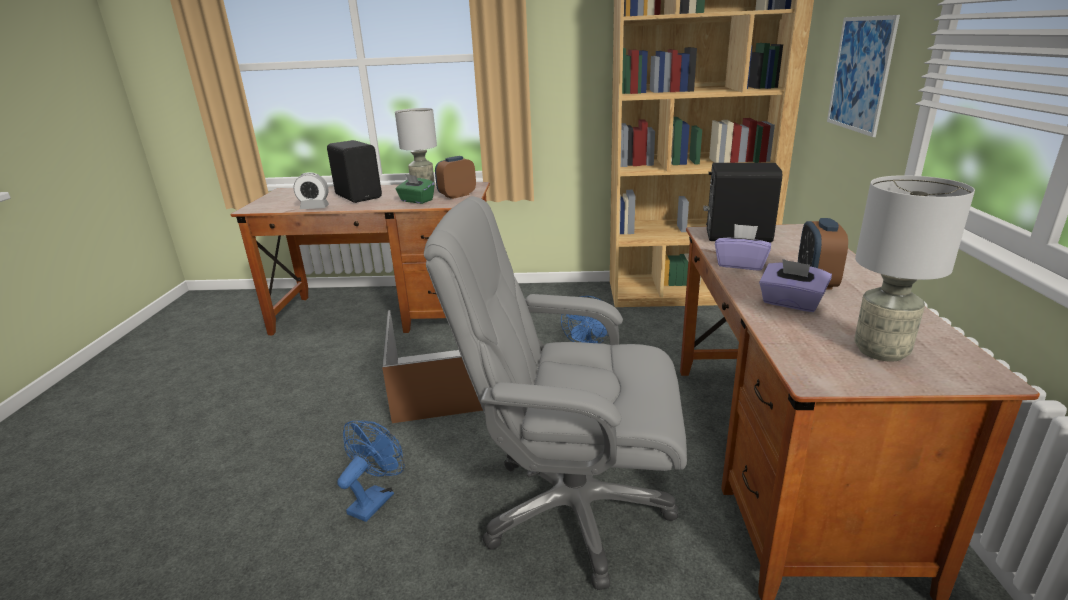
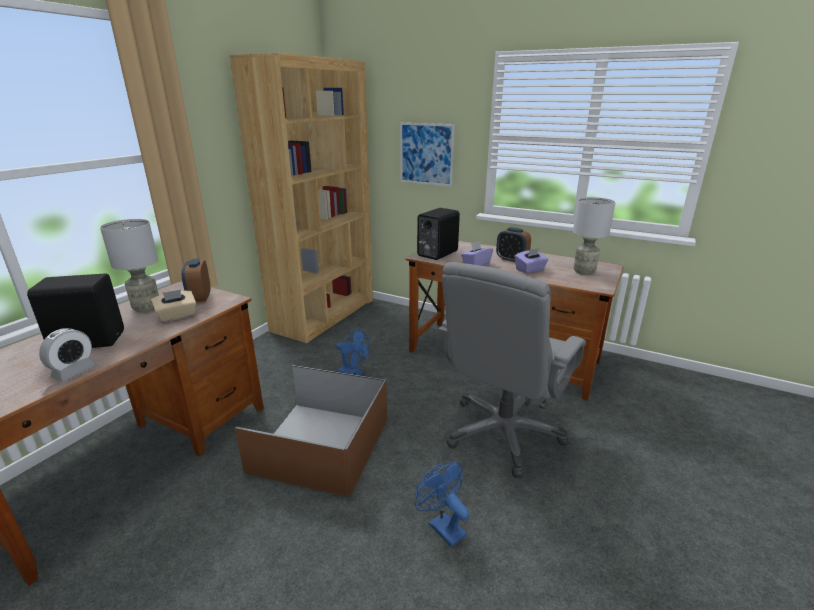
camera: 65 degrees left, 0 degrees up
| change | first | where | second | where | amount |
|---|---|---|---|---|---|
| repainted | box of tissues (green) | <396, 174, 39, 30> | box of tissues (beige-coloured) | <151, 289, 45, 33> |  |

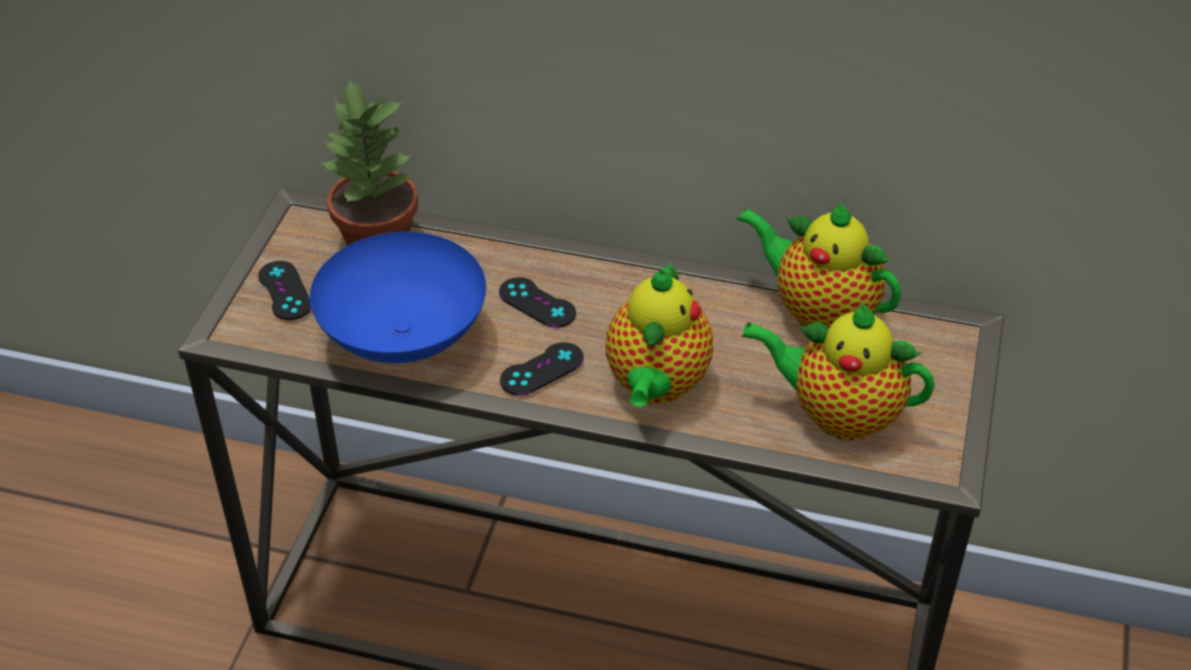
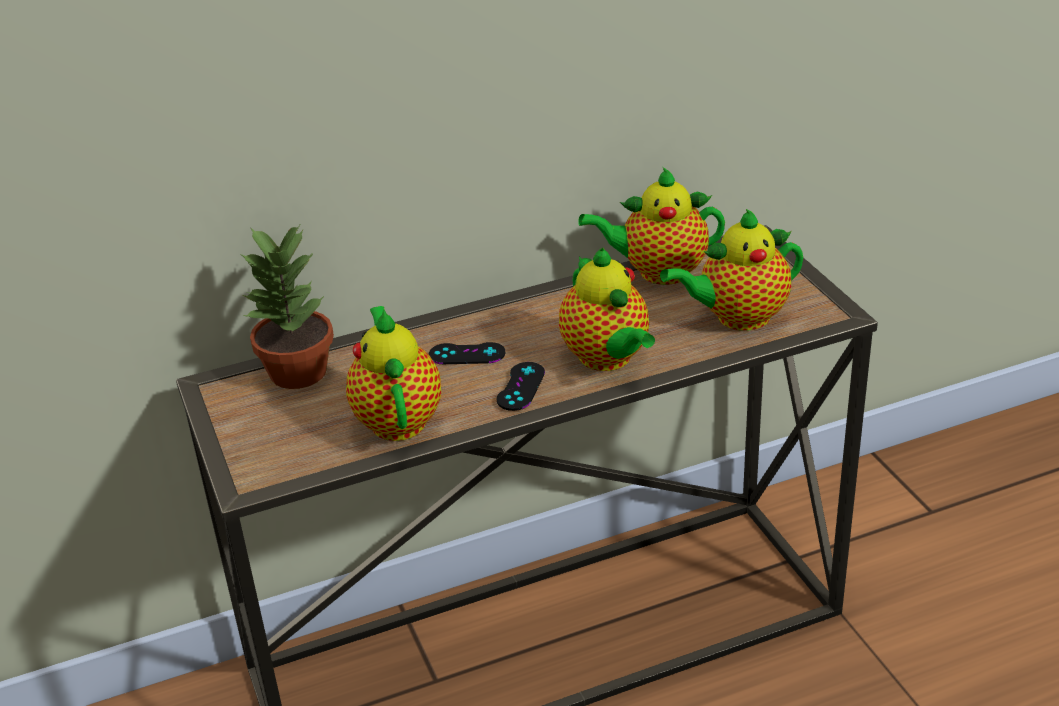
camera: 35 degrees left, 10 degrees down
| change | first | where | second | where | amount |
|---|---|---|---|---|---|
| swapped | bowl (blue-coloured) | <310, 232, 176, 131> | tea pot | <346, 306, 95, 135> |  |
| gone | joypad (black) | <258, 261, 53, 59> |  |  |  |

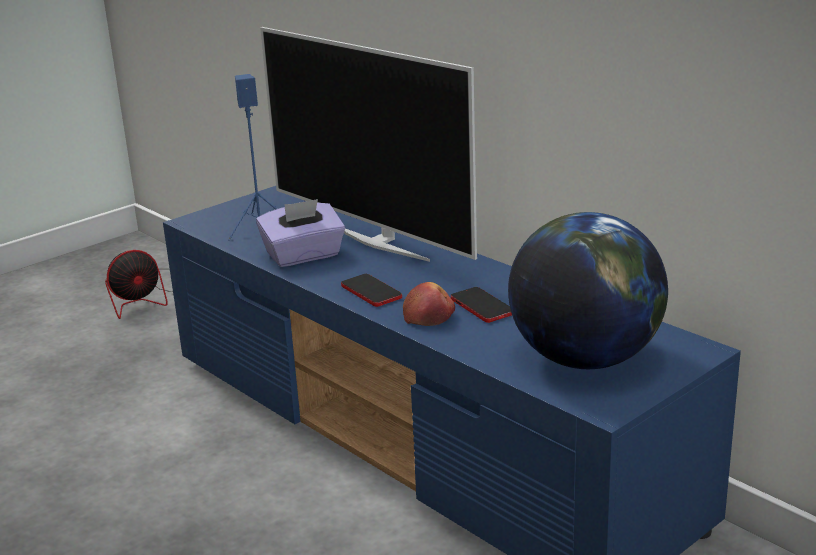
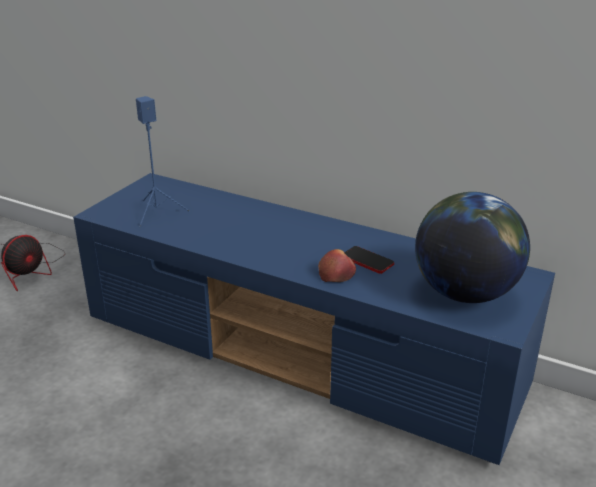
camera: 20 degrees left, 5 degrees up
| change | first | where | second | where | amount |
|---|---|---|---|---|---|
| gone | TV | <260, 27, 217, 235> |  |  |  |
| gone | box of tissues (purple-coloured) | <256, 199, 89, 68> |  |  |  |
| gone | handset | <341, 274, 61, 33> |  |  |  |

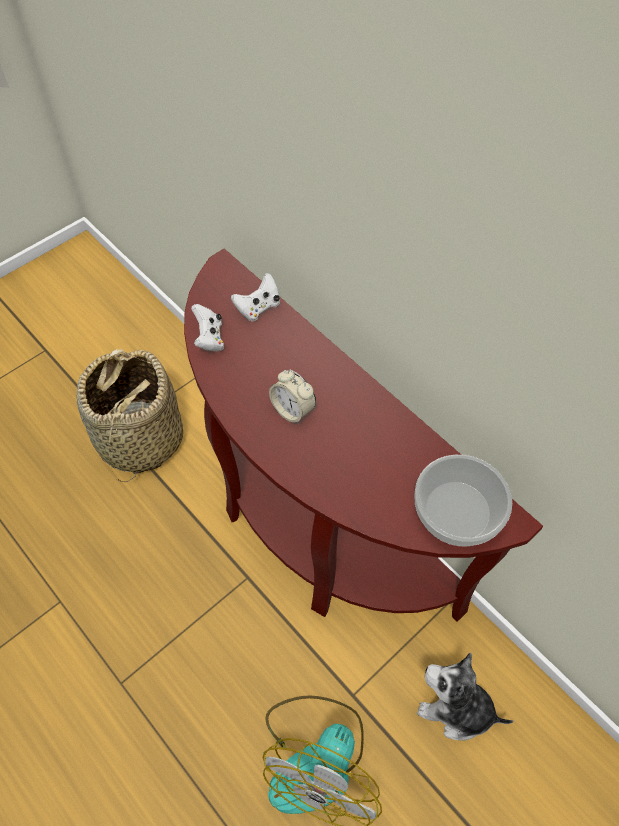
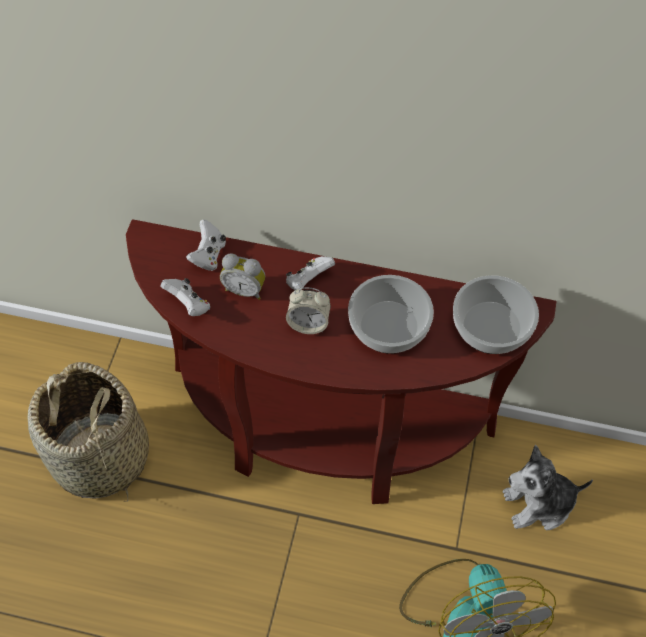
camera: 35 degrees left, 0 degrees up
| change | first | where | second | where | amount |
|---|---|---|---|---|---|
| new |  |  | table clock | <220, 253, 45, 47> |  |
| new |  |  | joypad (white) | <286, 256, 49, 34> |  |
| new |  |  | bowl | <348, 275, 86, 79> |  |

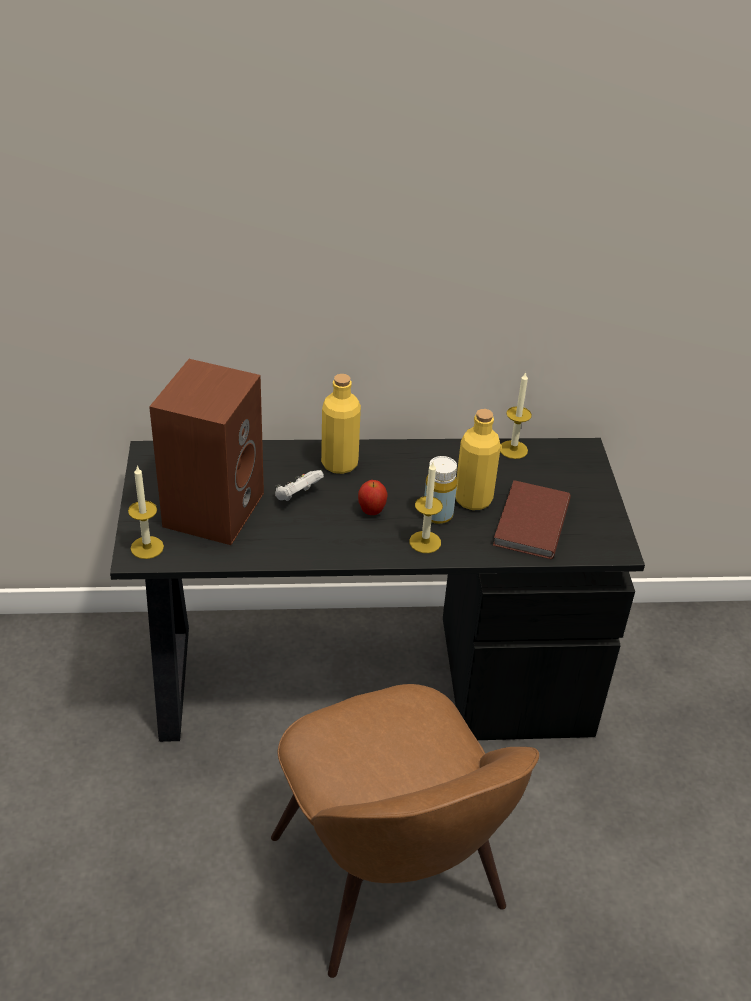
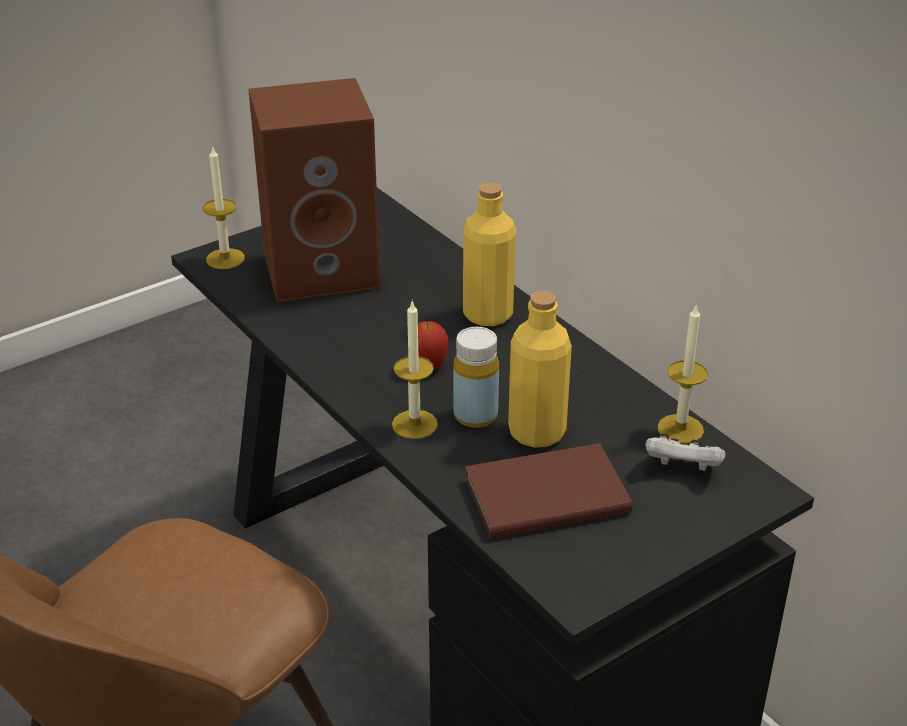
camera: 60 degrees right, 5 degrees down
| change | first | where | second | where | amount |
|---|---|---|---|---|---|
| shifted | joypad (white) | <275, 470, 49, 31> |  | <646, 434, 79, 37> |  |

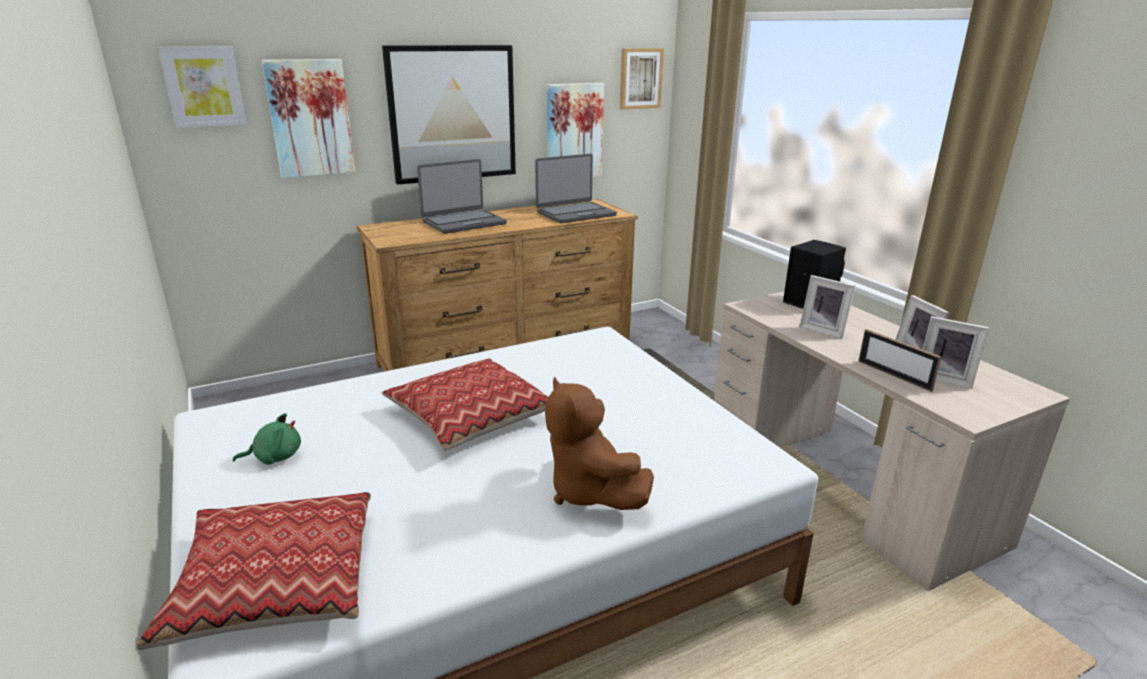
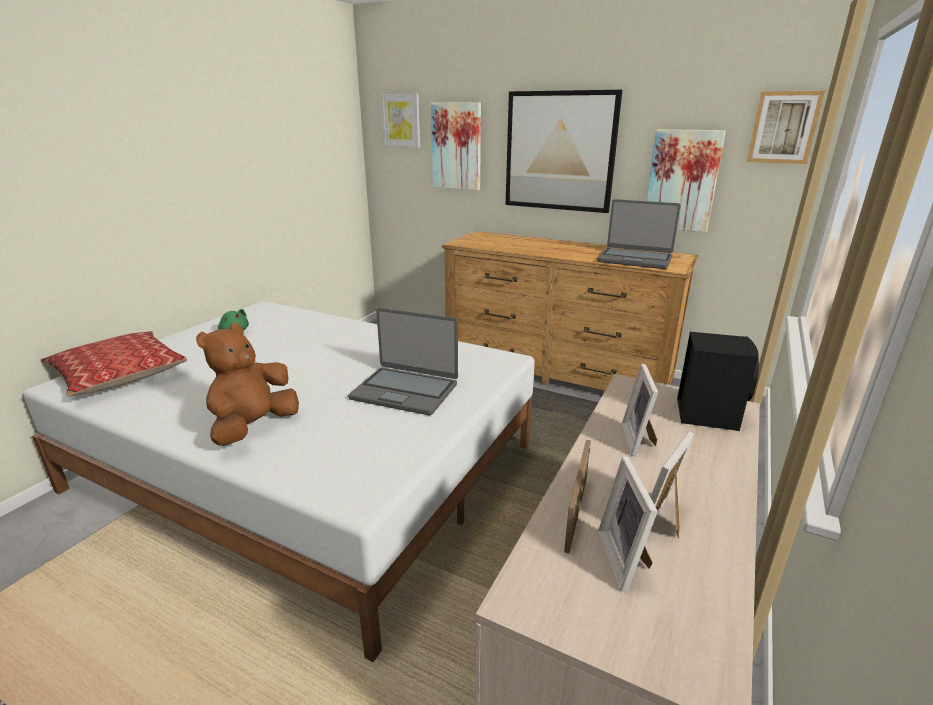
camera: 55 degrees right, 0 degrees up
| change | first | where | second | where | amount |
|---|---|---|---|---|---|
| shifted | notebook computer | <417, 159, 90, 75> |  | <348, 308, 110, 107> |  |
| gone | pillow | <382, 359, 166, 92> |  |  |  |

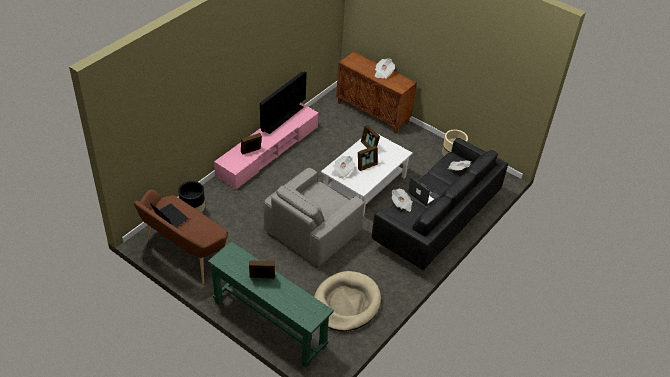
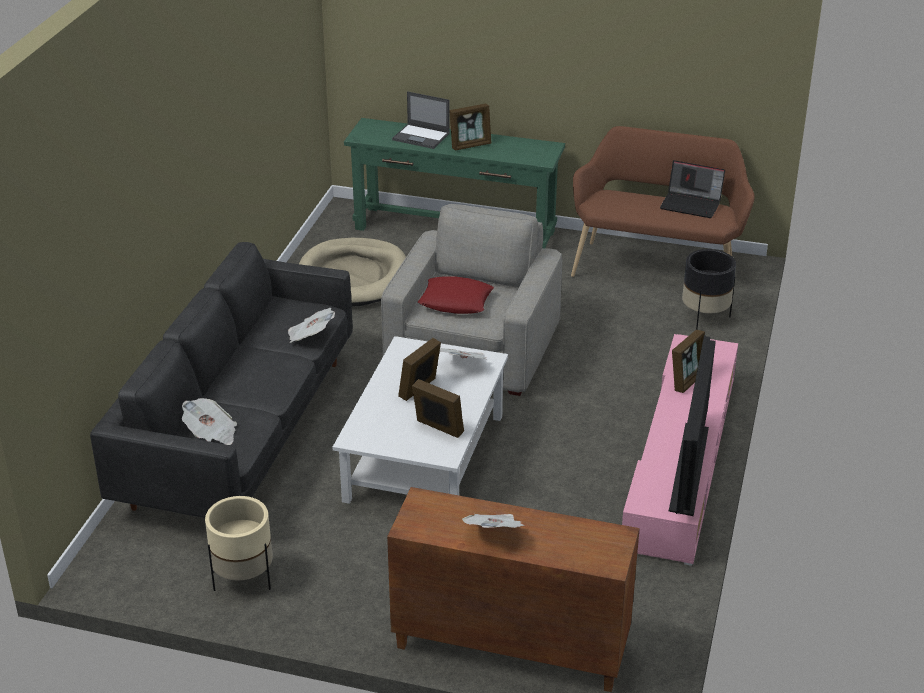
camera: 160 degrees right, 10 degrees down
| change | first | where | second | where | amount |
|---|---|---|---|---|---|
| shifted | notebook computer | <408, 177, 32, 29> |  | <392, 91, 58, 58> |  |
| new |  |  | pillow (red-coloured) | <418, 276, 76, 38> |  |

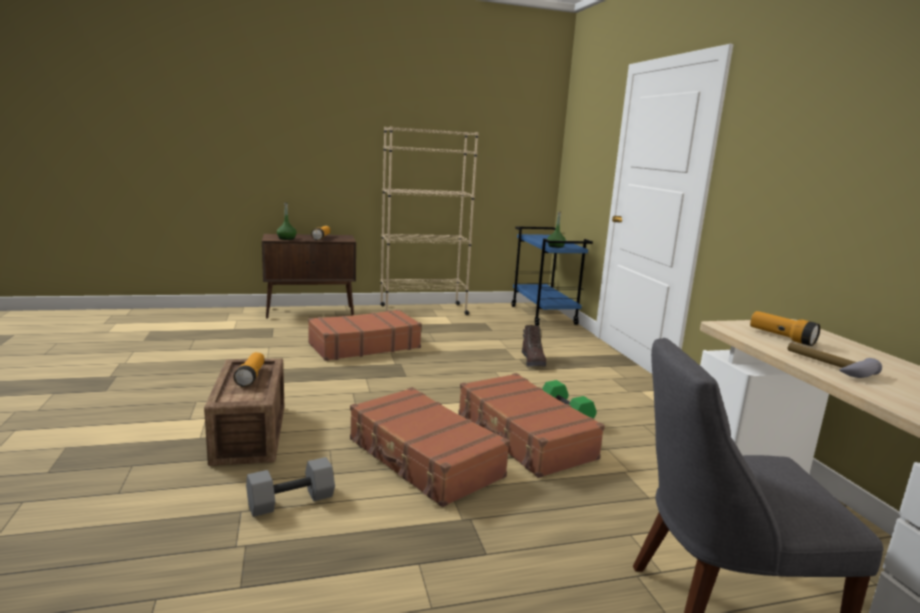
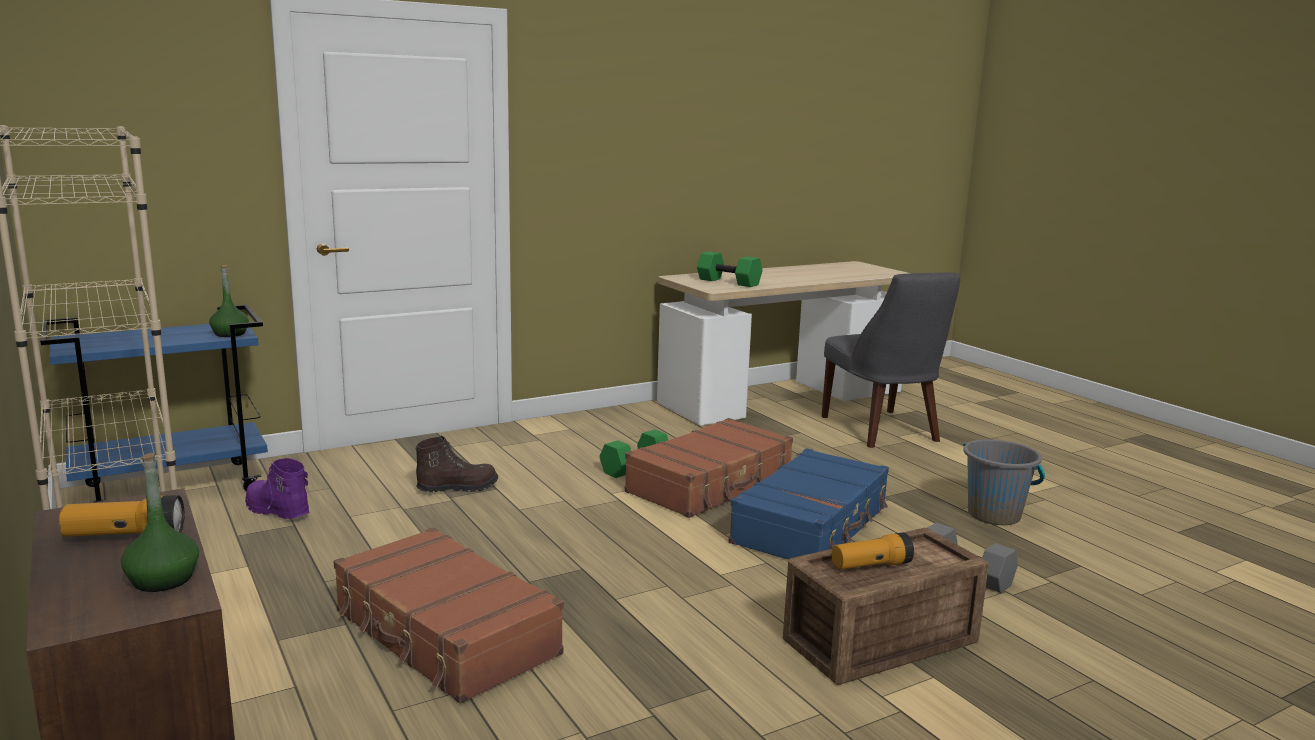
camera: 105 degrees left, 0 degrees up
| change | first | where | second | where | amount |
|---|---|---|---|---|---|
| swapped | hand torch | <750, 311, 70, 35> | free weight (green) | <697, 252, 66, 35> |  |
| gone | hand hammer | <788, 342, 94, 36> |  |  |  |
| repainted | travel case (brown) | <350, 387, 160, 120> | travel case (blue-coloured) | <729, 448, 160, 112> |  |
| new |  |  | pail (greyish) | <963, 439, 82, 86> |  |
| new |  |  | high-top boot (purple-coloured) | <245, 458, 65, 61> |  |

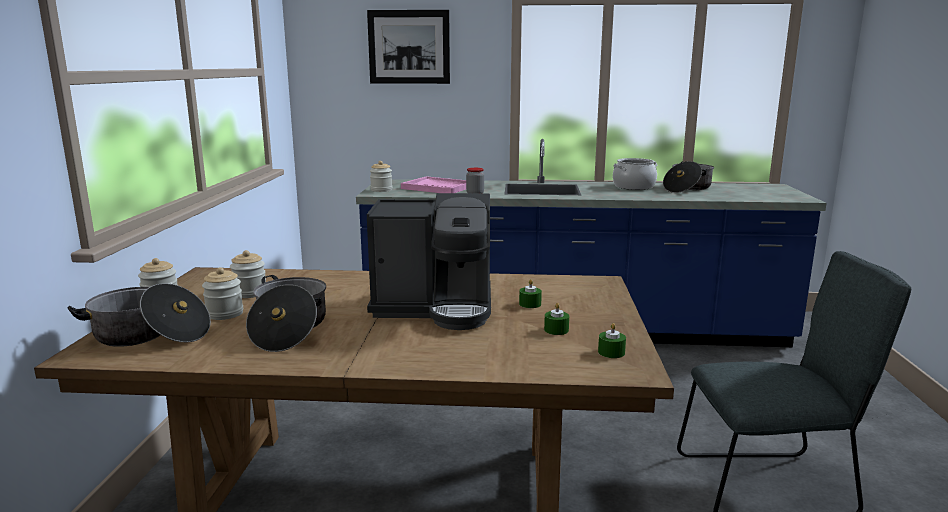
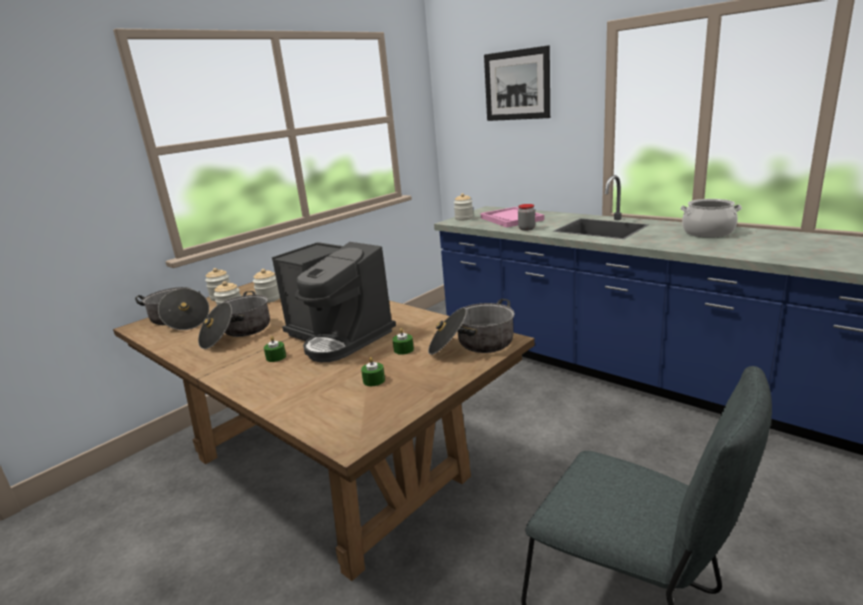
camera: 40 degrees right, 5 degrees up
| change | first | where | second | where | amount |
|---|---|---|---|---|---|
| shifted | cooking pot | <663, 161, 51, 32> |  | <428, 299, 86, 56> |  |
| shifted | wax candle (green) | <598, 323, 28, 35> |  | <264, 336, 22, 26> |  |

